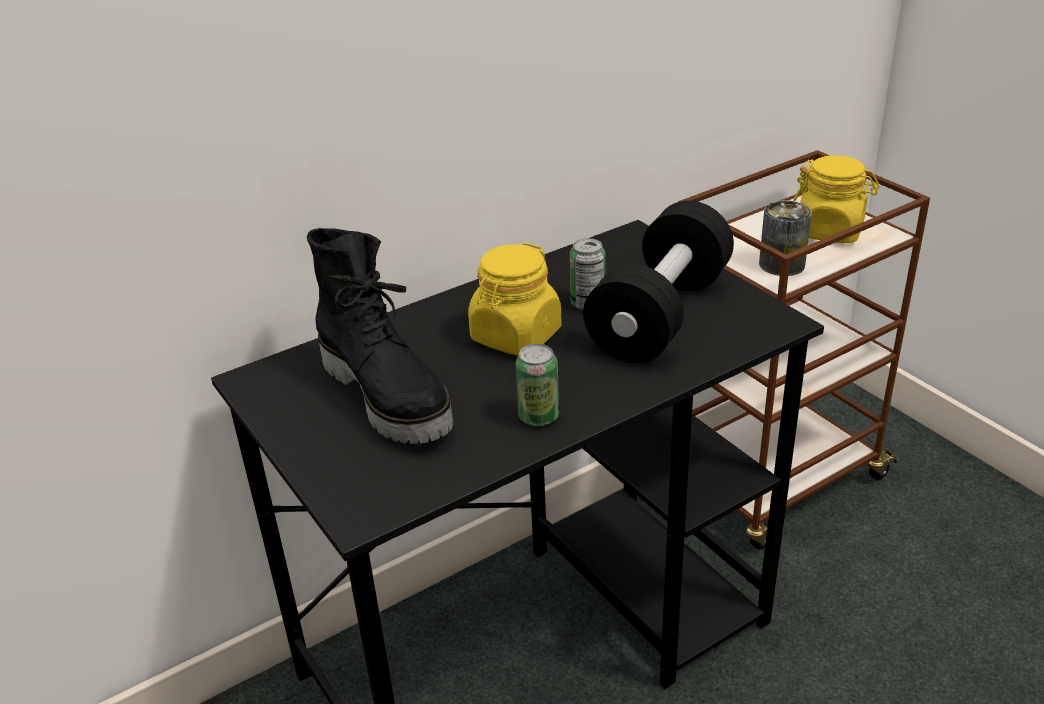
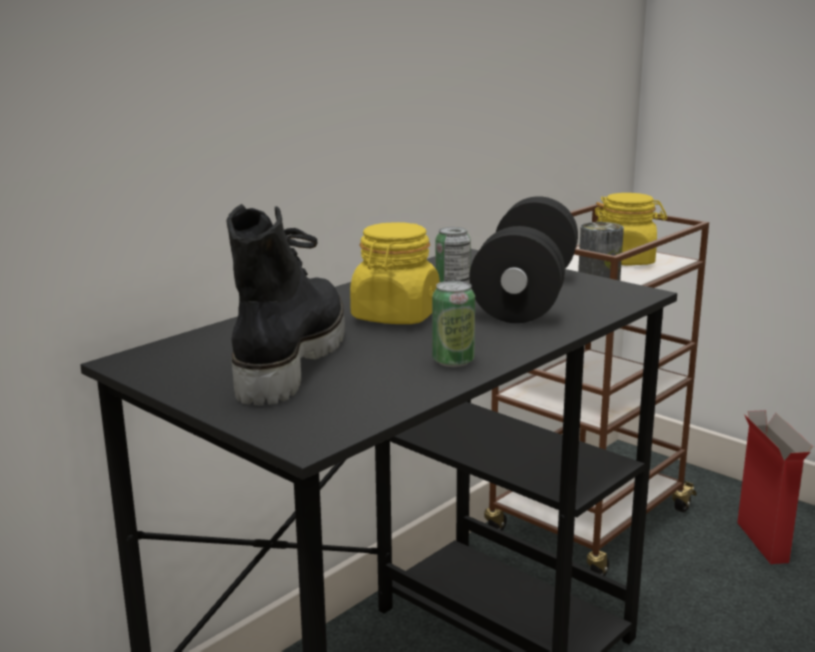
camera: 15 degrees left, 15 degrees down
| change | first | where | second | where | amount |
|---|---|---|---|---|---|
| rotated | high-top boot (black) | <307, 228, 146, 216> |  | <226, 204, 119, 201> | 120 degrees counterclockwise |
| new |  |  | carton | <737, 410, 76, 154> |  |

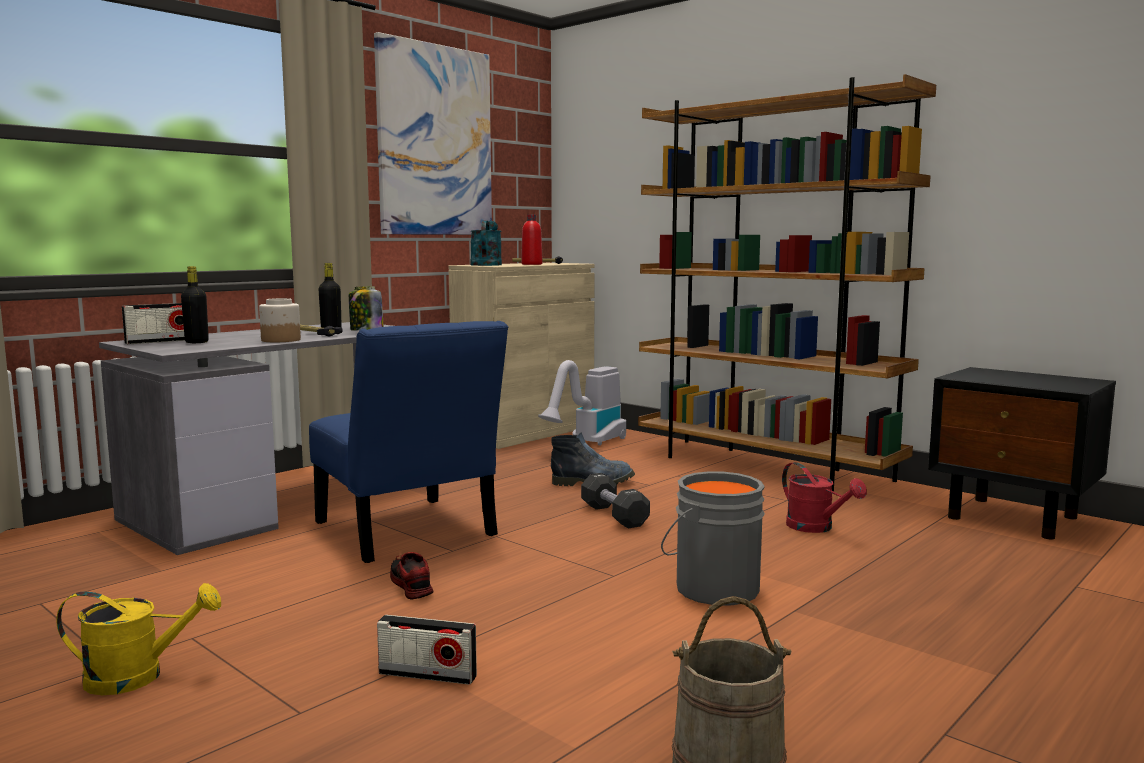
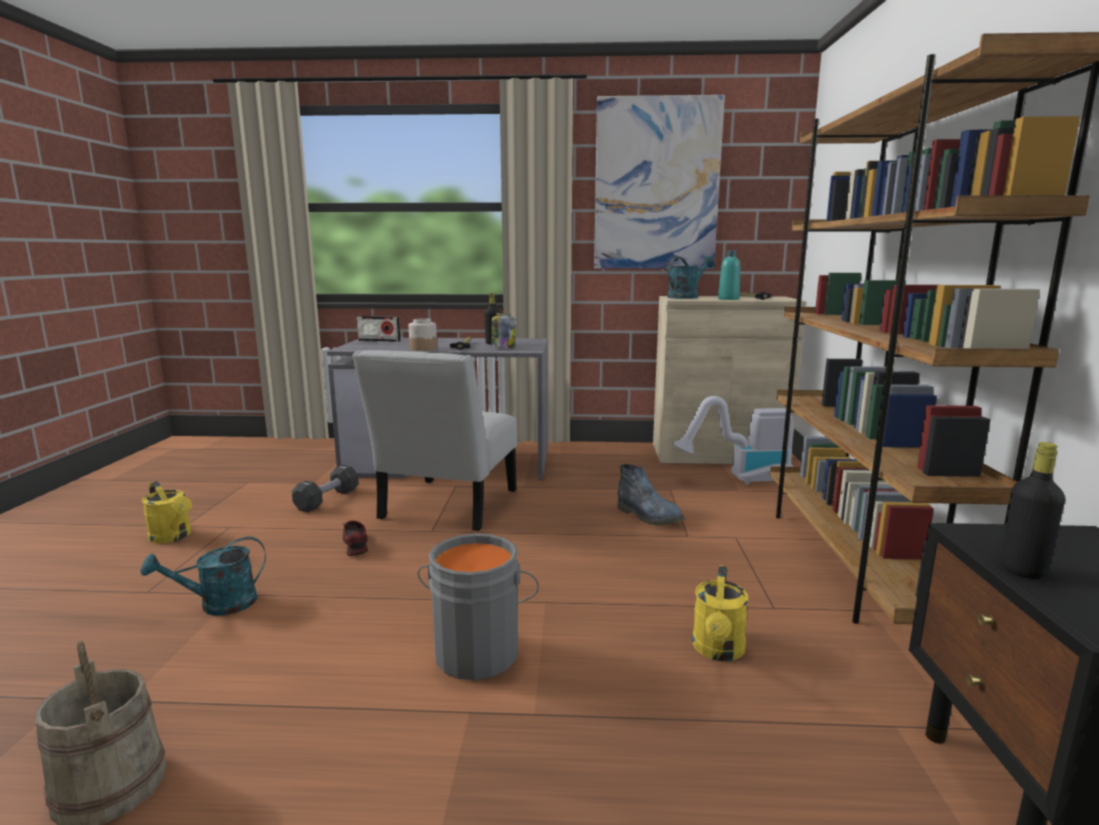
camera: 50 degrees right, 5 degrees up
| change | first | where | second | where | amount |
|---|---|---|---|---|---|
| repainted | beverage bottle (red-coloured) | <521, 214, 22, 51> | beverage bottle (turquoise) | <718, 251, 22, 49> |  |
| shifted | beverage bottle (black) | <181, 266, 28, 77> |  | <1000, 442, 65, 137> |  |
| repainted | upright chair (blue-coloured) | <309, 321, 199, 242> | upright chair (white) | <352, 350, 165, 181> |  |
| repainted | sprinkling can (red-coloured) | <782, 462, 85, 71> | sprinkling can (yellow-coloured) | <692, 565, 57, 96> |  |
| shifted | free weight (black) | <581, 473, 69, 56> |  | <292, 465, 67, 47> |  |
| rotated | shoe | <390, 552, 43, 47> |  | <343, 520, 25, 36> | 45 degrees counterclockwise |
| swapped | radio | <377, 615, 100, 70> | sprinkling can (turquoise) | <140, 537, 126, 79> |  |

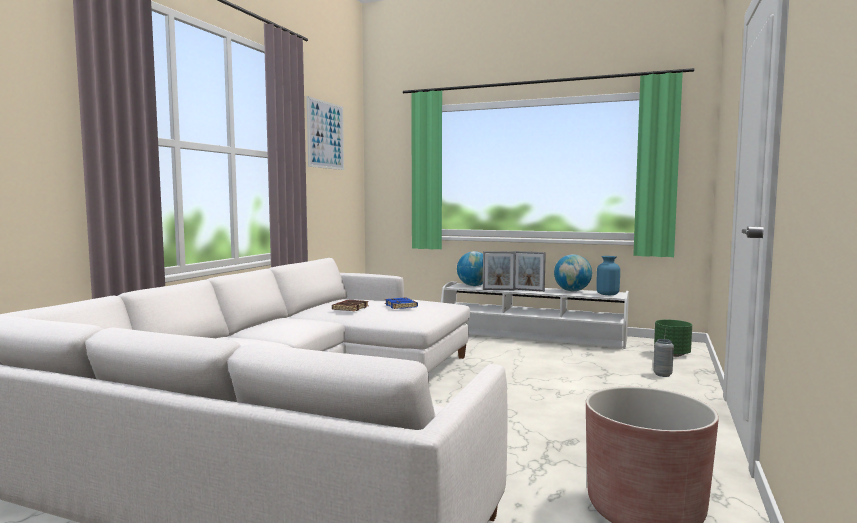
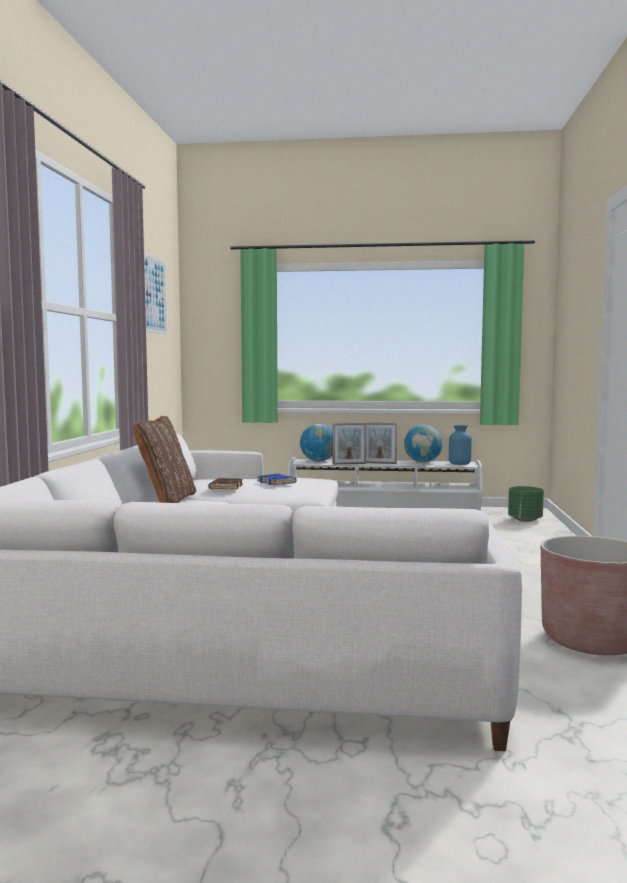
camera: 15 degrees left, 0 degrees up
| change | first | where | second | where | amount |
|---|---|---|---|---|---|
| gone | vase (greyish) | <653, 339, 21, 38> |  |  |  |
| new |  |  | pillow (brown) | <133, 416, 63, 87> |  |

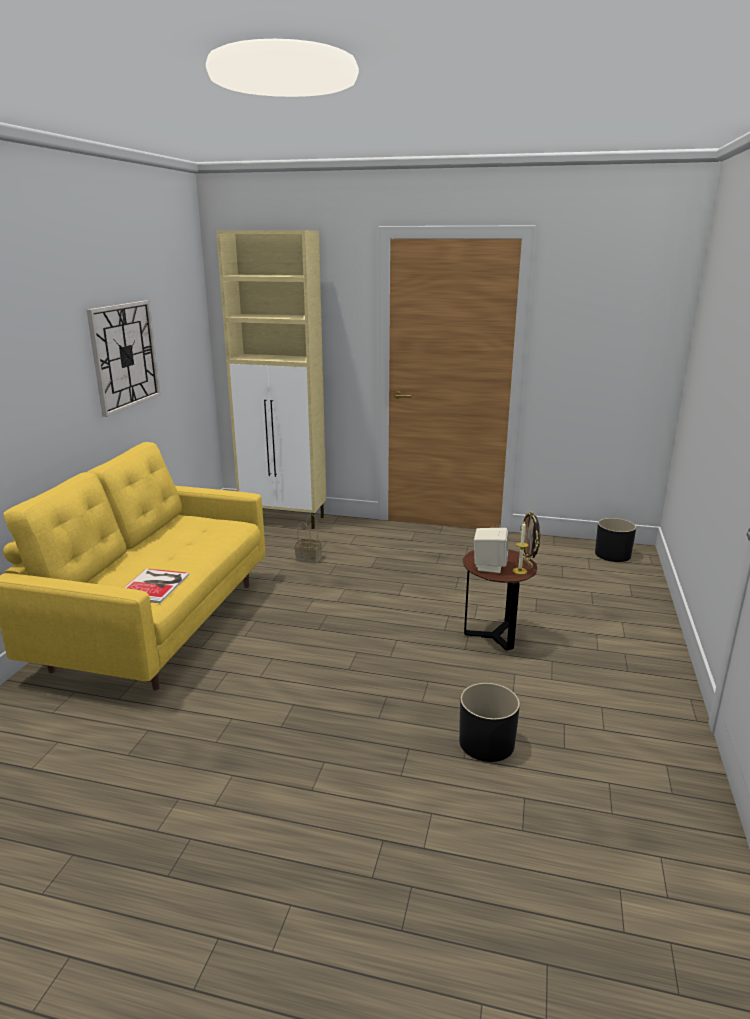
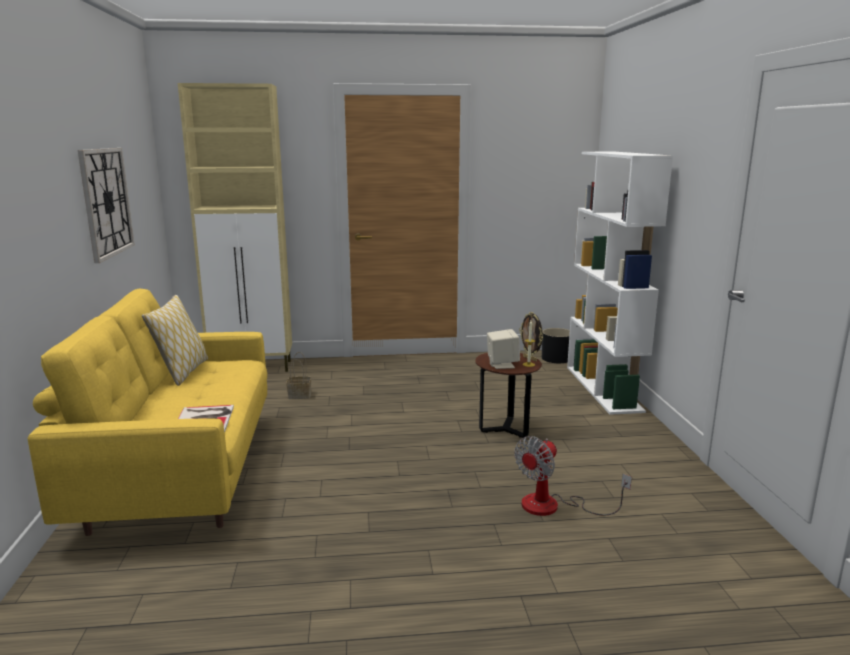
camera: 20 degrees left, 5 degrees down
| change | first | where | second | where | amount |
|---|---|---|---|---|---|
| swapped | plant pot (black) | <459, 683, 61, 79> | cooling fan | <514, 436, 118, 80> |  |
| new |  |  | shelving unit (white) | <567, 152, 106, 263> |  |
| new |  |  | pillow | <142, 295, 66, 91> |  |

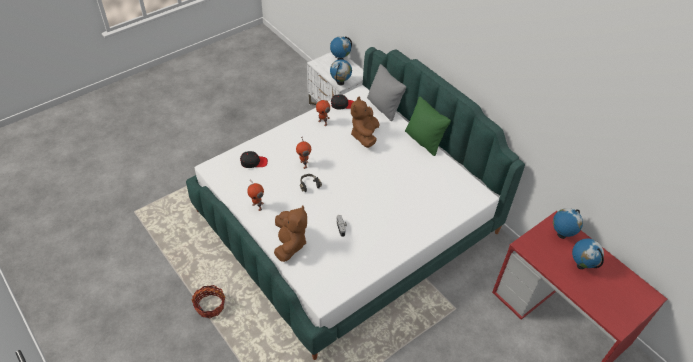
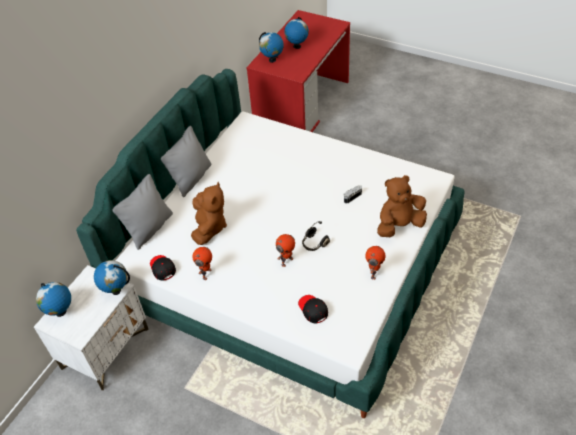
camera: 110 degrees left, 0 degrees up
| change | first | where | second | where | amount |
|---|---|---|---|---|---|
| rotated | cuddly toy (brown) | <351, 96, 28, 52> |  | <191, 182, 36, 63> | 75 degrees counterclockwise |
| repainted | pillow (green) | <405, 97, 46, 59> | pillow (greyish) | <161, 126, 51, 71> |  |
| gone | basket | <191, 285, 35, 33> |  |  |  |

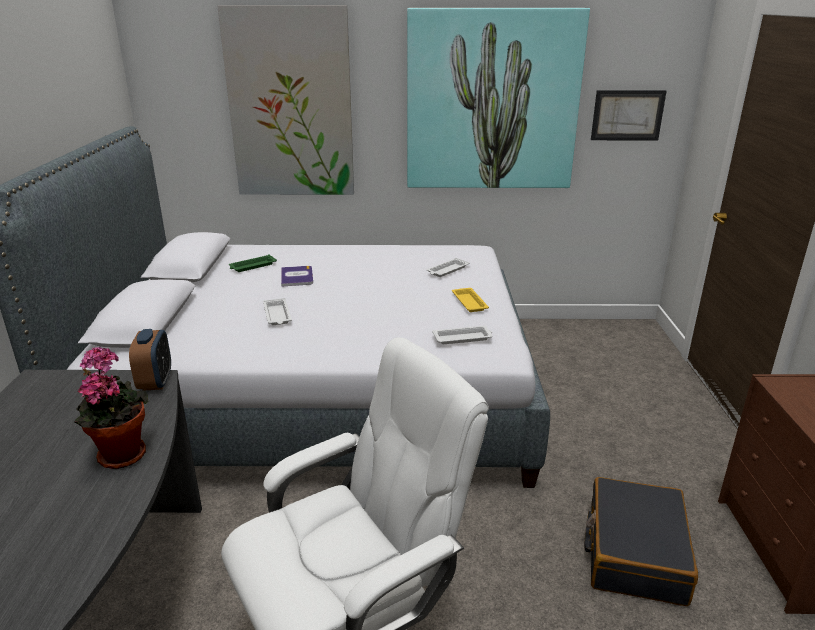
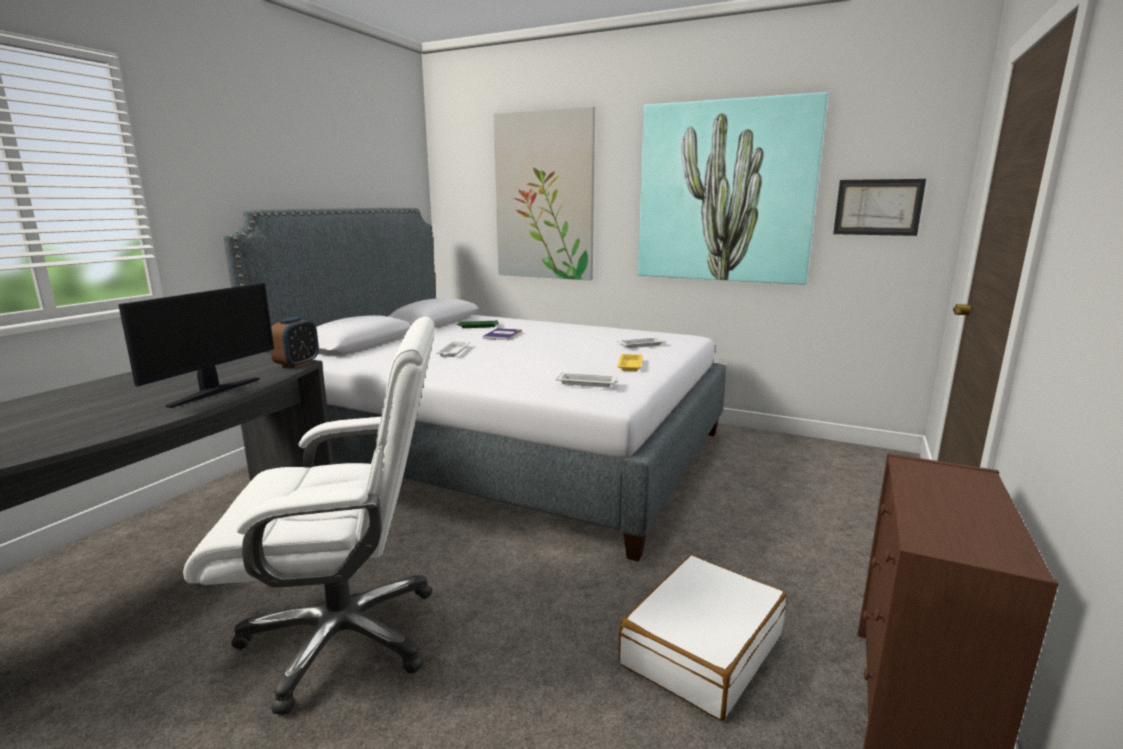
camera: 25 degrees right, 10 degrees down
| change | first | where | second | where | amount |
|---|---|---|---|---|---|
| swapped | plant in a pot | <75, 347, 74, 122> | monitor | <118, 283, 156, 125> |  |
| repainted | travel case (black) | <584, 477, 114, 129> | travel case (white) | <619, 555, 168, 166> |  |

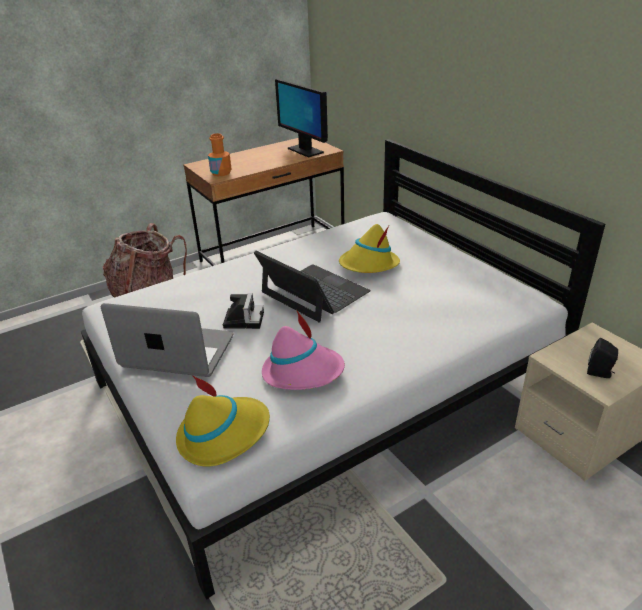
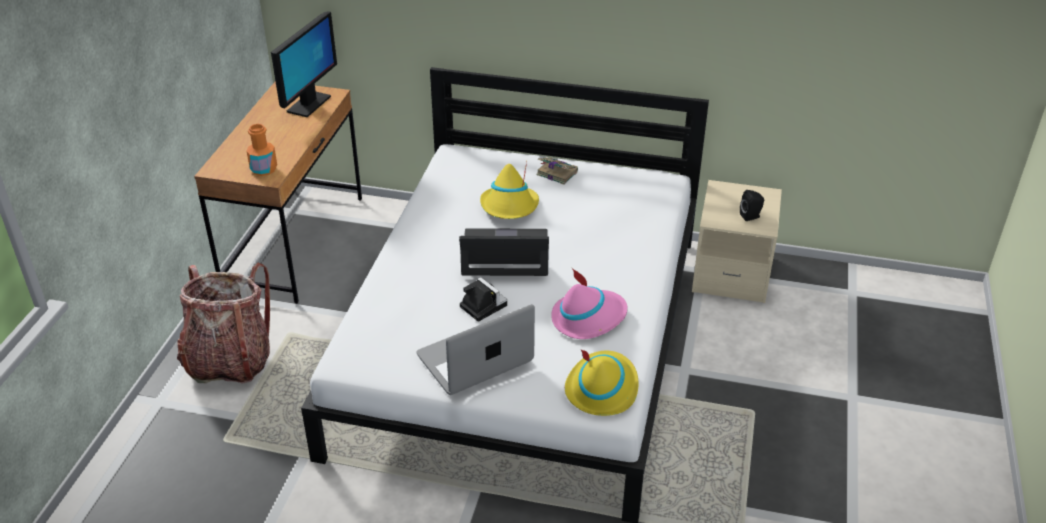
camera: 45 degrees left, 5 degrees up
| change | first | where | second | where | amount |
|---|---|---|---|---|---|
| rotated | monitor | <275, 79, 53, 79> |  | <271, 11, 66, 106> | 75 degrees counterclockwise |
| new |  |  | book | <536, 157, 42, 28> |  |

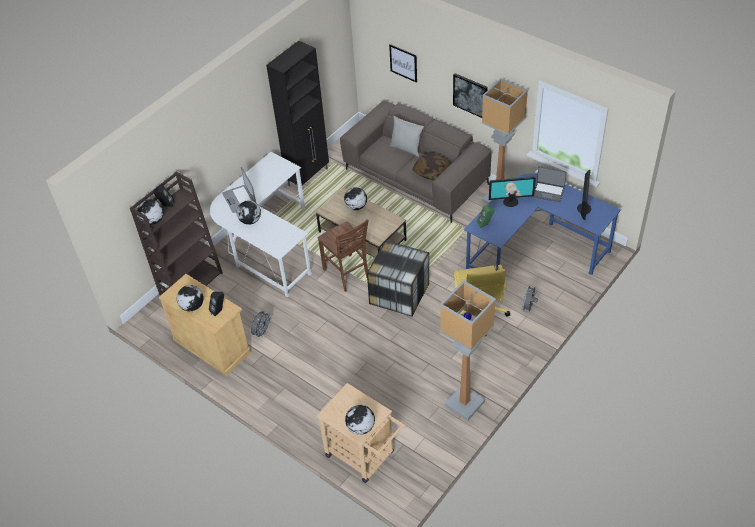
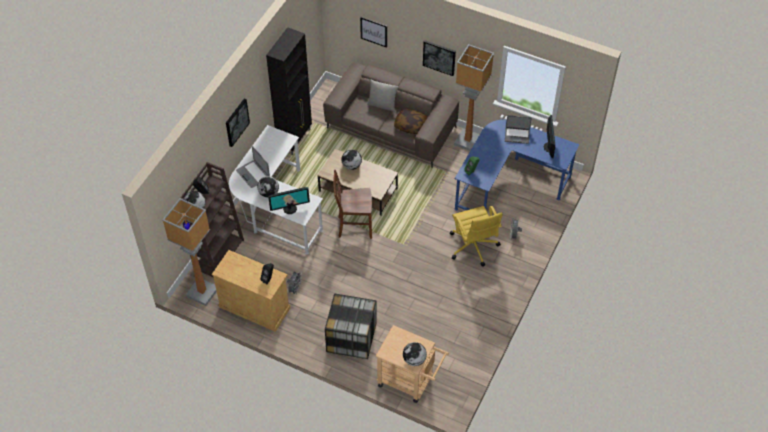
camera: 15 degrees left, 5 degrees up
| change | first | where | second | where | amount |
|---|---|---|---|---|---|
| shifted | monitor | <489, 177, 47, 30> |  | <268, 187, 42, 27> |  |
| rotated | upright chair (brown) | <318, 219, 50, 73> |  | <333, 170, 39, 69> | 135 degrees clockwise |
| shifted | storage box | <367, 240, 62, 77> |  | <325, 293, 51, 66> |  |
| shifted | floor lamp | <440, 280, 56, 141> |  | <162, 198, 55, 108> |  |
| gone | desk globe | <177, 285, 27, 26> |  |  |  |
| new |  |  | wall art | <226, 98, 24, 49> |  |

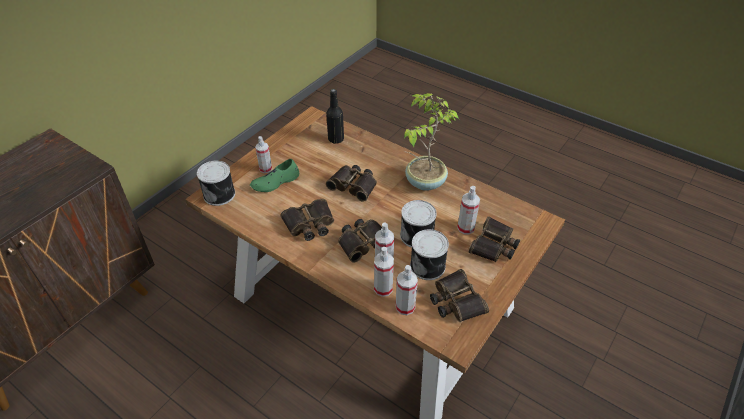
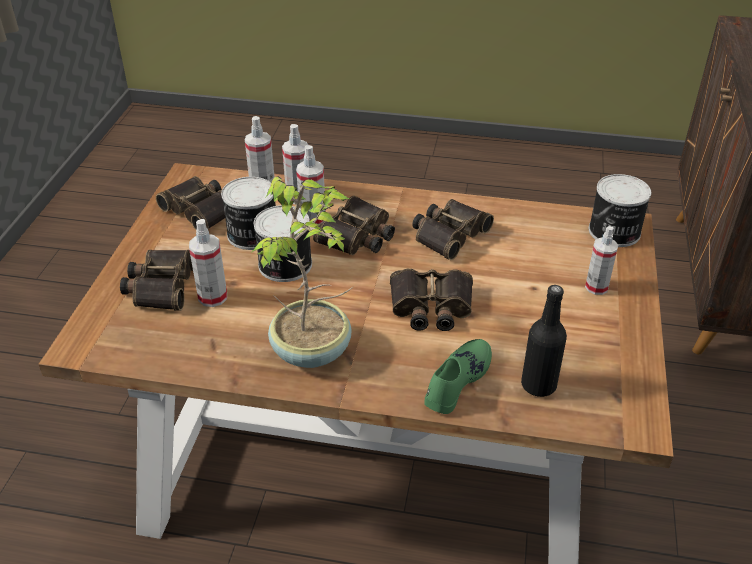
camera: 155 degrees right, 5 degrees down
| change | first | where | second | where | amount |
|---|---|---|---|---|---|
| shifted | shoe (green) | <250, 159, 49, 33> |  | <424, 339, 68, 75> |  |

